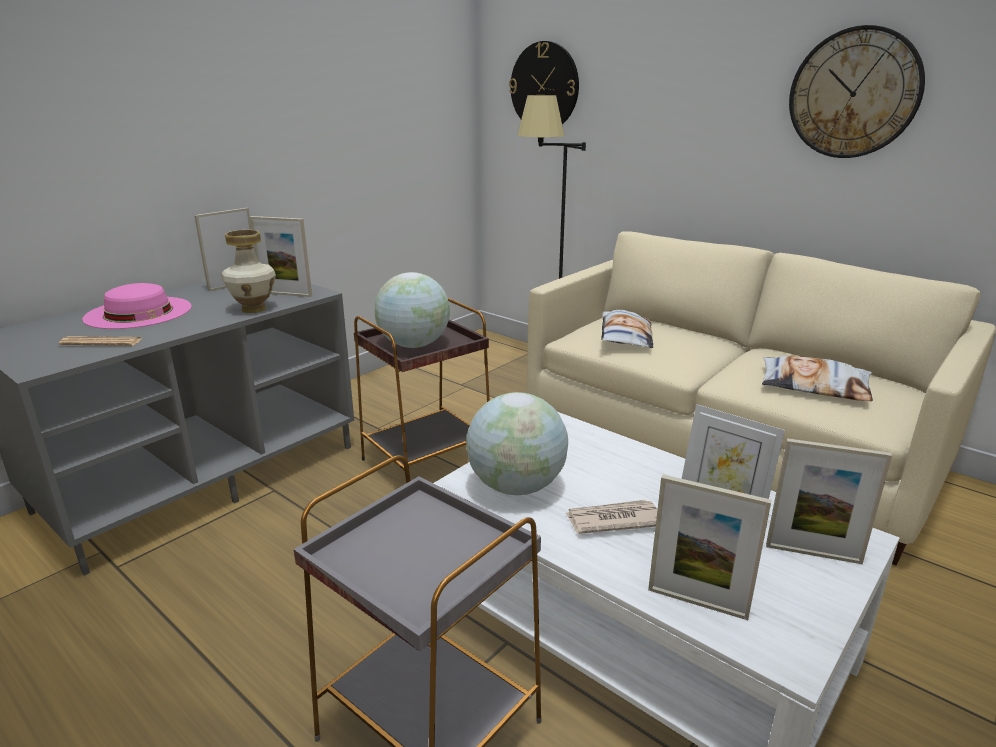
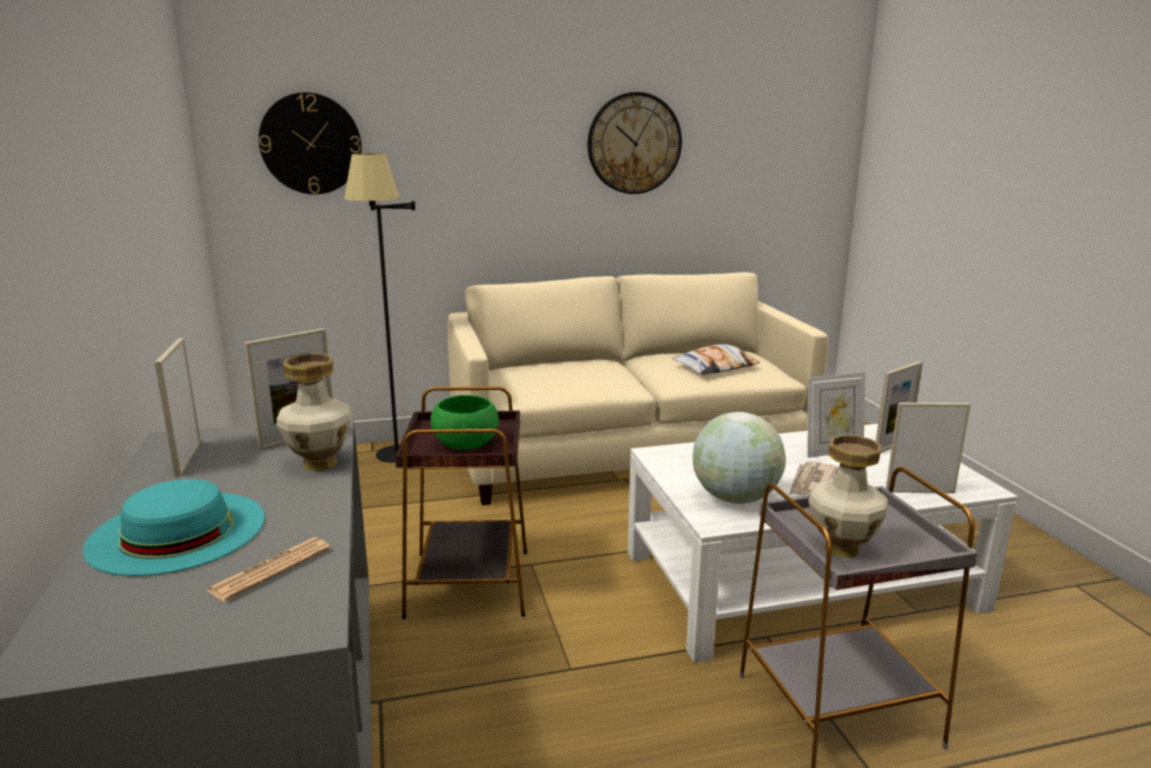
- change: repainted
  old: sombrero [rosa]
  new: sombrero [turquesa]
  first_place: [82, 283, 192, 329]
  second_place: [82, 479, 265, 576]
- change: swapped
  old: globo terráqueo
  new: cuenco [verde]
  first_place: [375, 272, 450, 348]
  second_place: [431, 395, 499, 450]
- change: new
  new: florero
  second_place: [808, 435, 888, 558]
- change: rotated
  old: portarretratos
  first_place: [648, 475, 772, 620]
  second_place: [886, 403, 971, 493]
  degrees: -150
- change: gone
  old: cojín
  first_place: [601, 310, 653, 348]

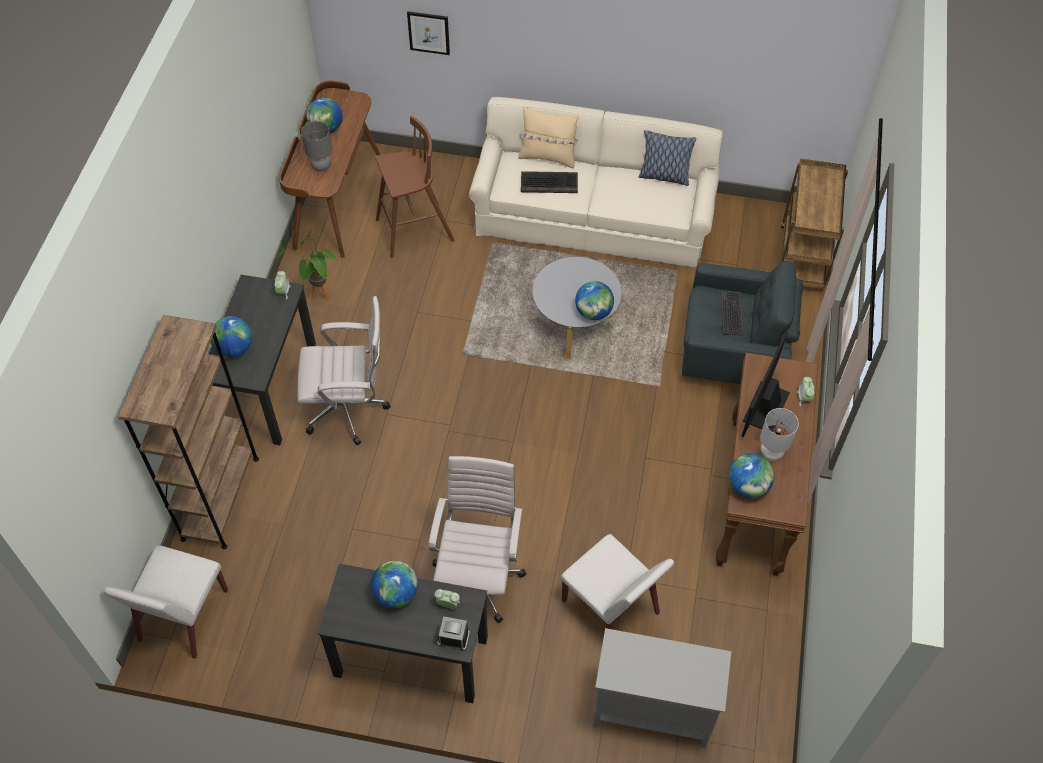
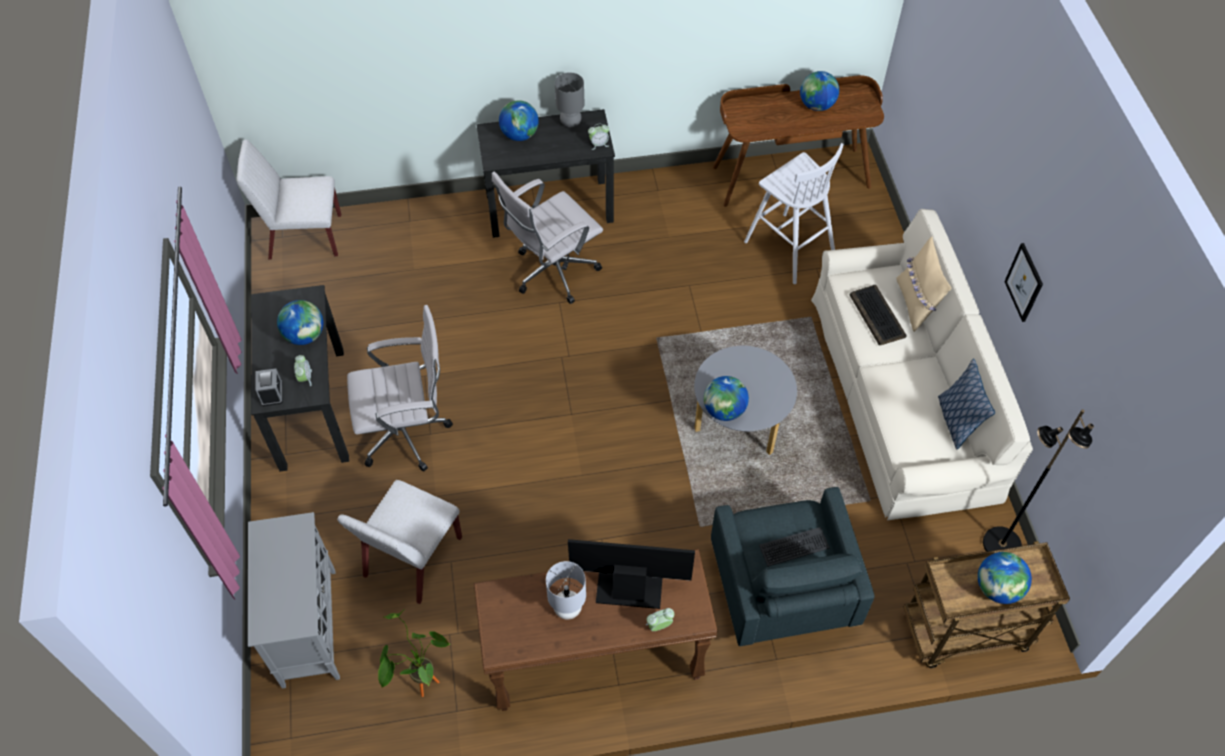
- change: shifted
  old: planta en maceta
  first_place: [276, 231, 338, 301]
  second_place: [378, 609, 451, 697]
- change: rotated
  old: silla de oficina [blanco]
  first_place: [297, 296, 391, 446]
  second_place: [492, 171, 603, 304]
  degrees: 75
- change: shifted
  old: lámpara de mesa [gris]
  first_place: [301, 121, 332, 171]
  second_place: [555, 72, 584, 127]
- change: repainted
  old: taburete [marrón]
  new: taburete [blanco]
  first_place: [375, 116, 454, 258]
  second_place: [744, 143, 844, 284]
- change: shifted
  old: globo terráqueo
  first_place: [729, 453, 774, 499]
  second_place: [978, 552, 1032, 604]
- change: new
  new: lámpara de pie [negro]
  second_place: [983, 410, 1094, 552]
- change: shifted
  old: cuadro
  first_place: [407, 11, 450, 55]
  second_place: [1004, 243, 1043, 322]
- change: gone
  old: estantería [marrón]
  first_place: [118, 315, 259, 549]

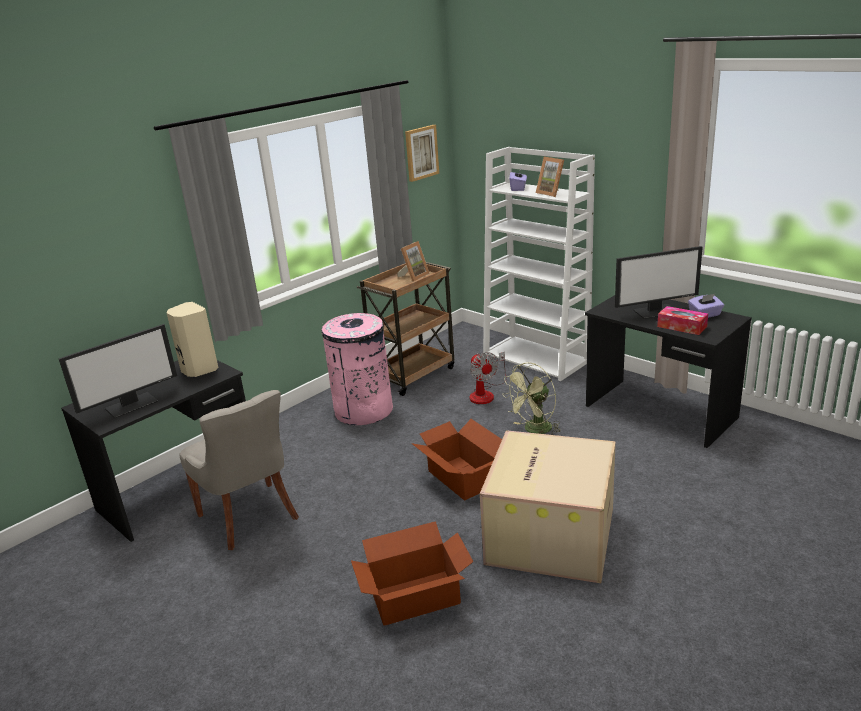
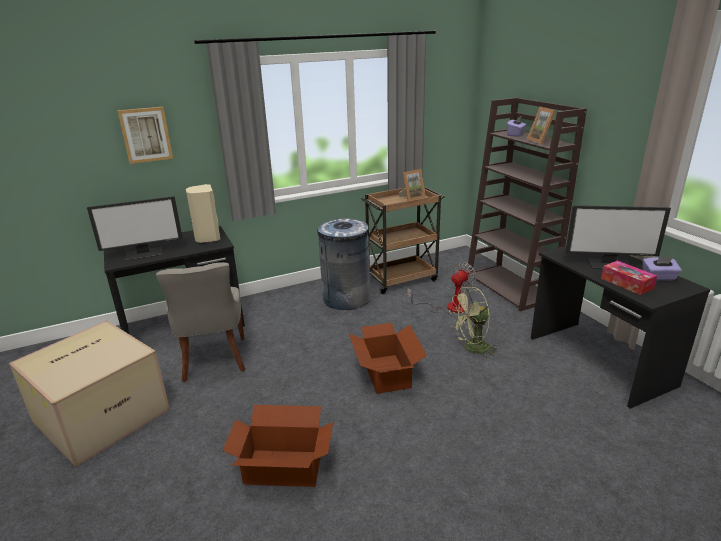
- change: shifted
  old: caja de cartón
  first_place: [480, 430, 616, 583]
  second_place: [9, 320, 170, 467]
- change: shifted
  old: cuadro
  first_place: [405, 125, 439, 182]
  second_place: [117, 107, 173, 164]
- change: repainted
  old: papelera [rosa]
  new: papelera [gris]
  first_place: [322, 313, 393, 425]
  second_place: [317, 219, 371, 310]
- change: rotated
  old: ventilador
  first_place: [470, 352, 507, 404]
  second_place: [407, 262, 476, 314]
  degrees: -135
- change: repainted
  old: estantería [blanco]
  new: estantería [marrón]
  first_place: [483, 147, 595, 381]
  second_place: [468, 98, 587, 311]

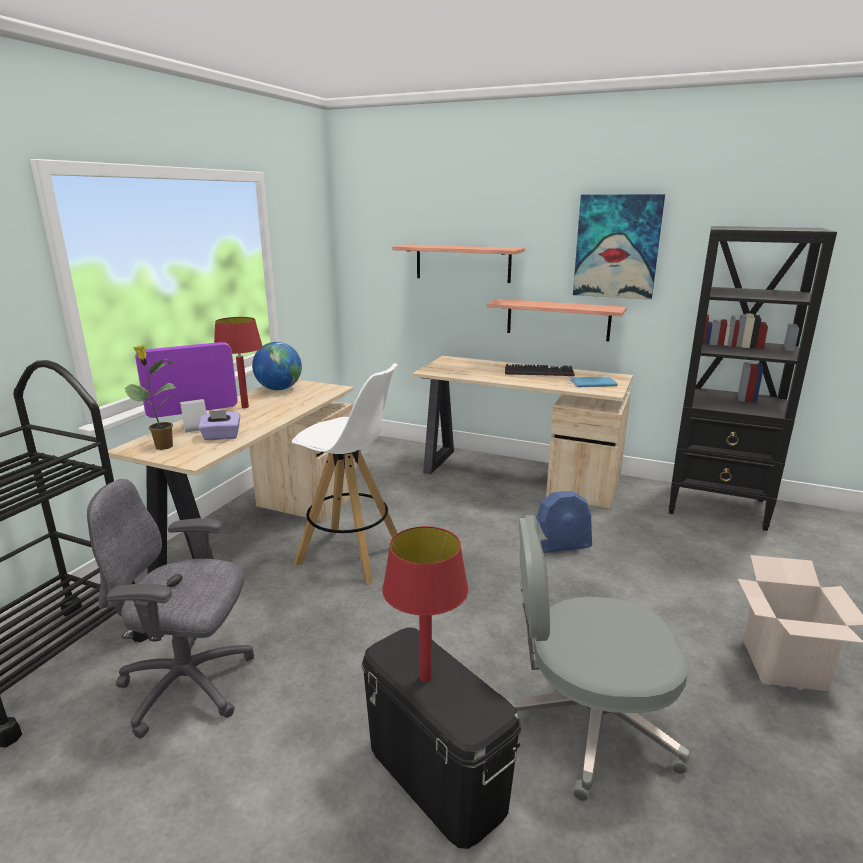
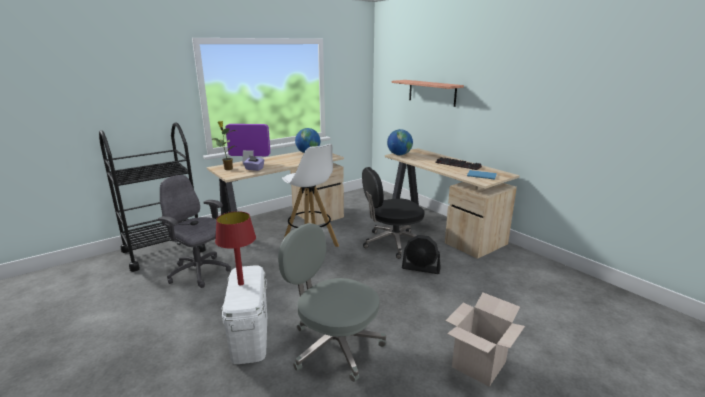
- change: repainted
  old: caja de almacenaje [negro]
  new: caja de almacenaje [blanco]
  first_place: [362, 627, 521, 849]
  second_place: [221, 265, 267, 364]
- change: new
  new: silla de oficina [negro]
  second_place: [362, 167, 425, 259]
- change: new
  new: globo terráqueo
  second_place: [387, 129, 413, 155]
- change: repainted
  old: ventilador [azul]
  new: ventilador [negro]
  first_place: [536, 491, 592, 553]
  second_place: [402, 235, 441, 274]
- change: gone
  old: lámpara de mesa [rojo]
  first_place: [214, 317, 263, 408]
- change: gone
  old: estante
  first_place: [487, 299, 627, 341]
- change: gone
  old: cuadro
  first_place: [573, 194, 665, 300]
- change: gone
  old: estantería [negro]
  first_place: [668, 226, 837, 531]

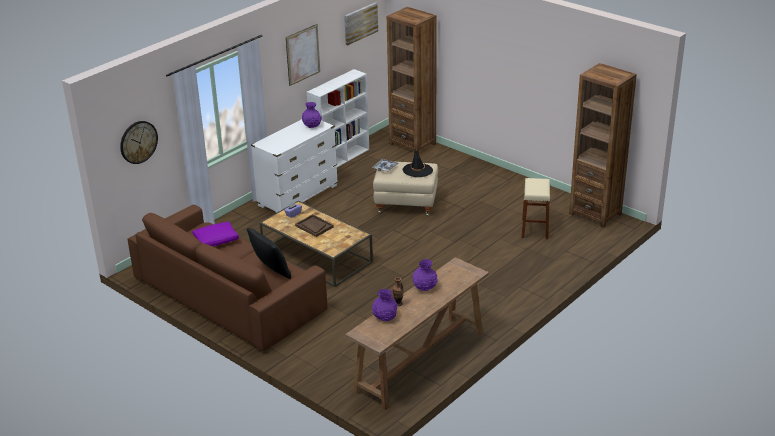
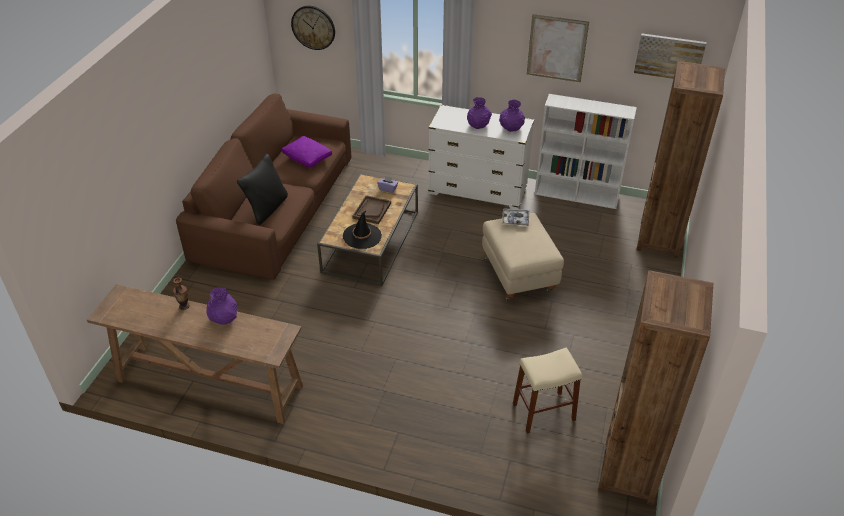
- change: shifted
  old: sombrero [negro]
  first_place: [403, 148, 433, 177]
  second_place: [343, 211, 382, 249]
- change: shifted
  old: florero [morado]
  first_place: [372, 289, 398, 321]
  second_place: [467, 97, 492, 129]

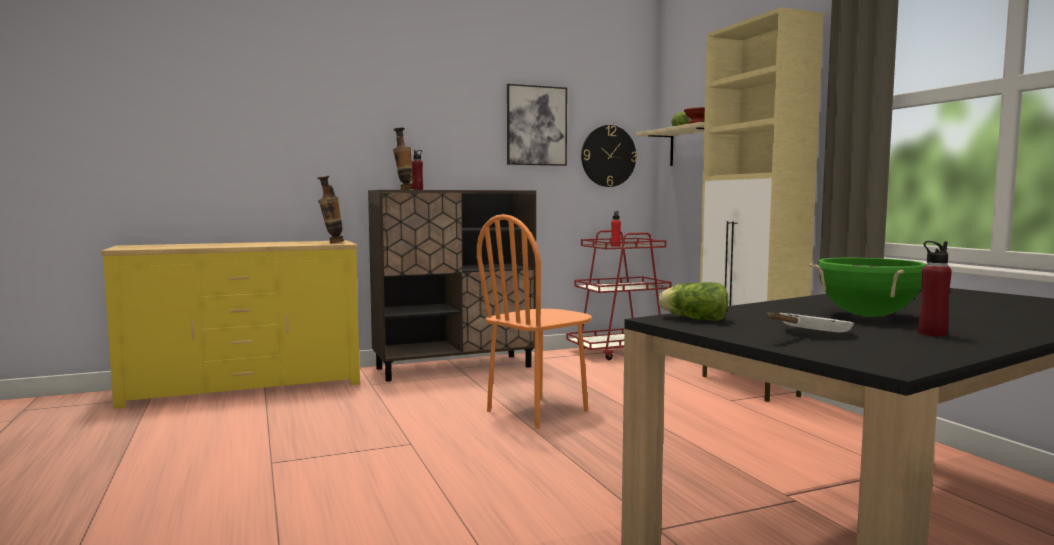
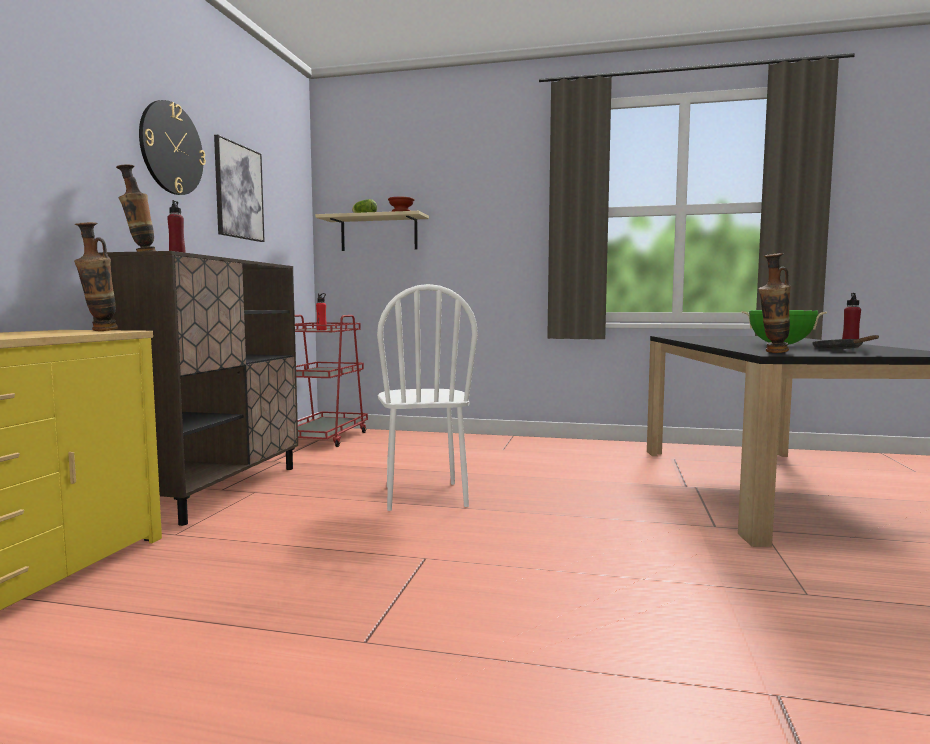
- change: shifted
  old: reloj de pared
  first_place: [581, 125, 637, 187]
  second_place: [139, 100, 206, 195]
- change: repainted
  old: silla [naranja]
  new: silla [blanco]
  first_place: [477, 214, 592, 429]
  second_place: [377, 284, 478, 511]
- change: swapped
  old: lechuga
  new: florero
  first_place: [659, 282, 728, 321]
  second_place: [759, 253, 791, 353]
- change: repainted
  old: sartén [blanco]
  new: sartén [negro]
  first_place: [767, 312, 854, 332]
  second_place: [812, 335, 879, 350]
- change: gone
  old: armario [beis]
  first_place: [700, 7, 823, 402]

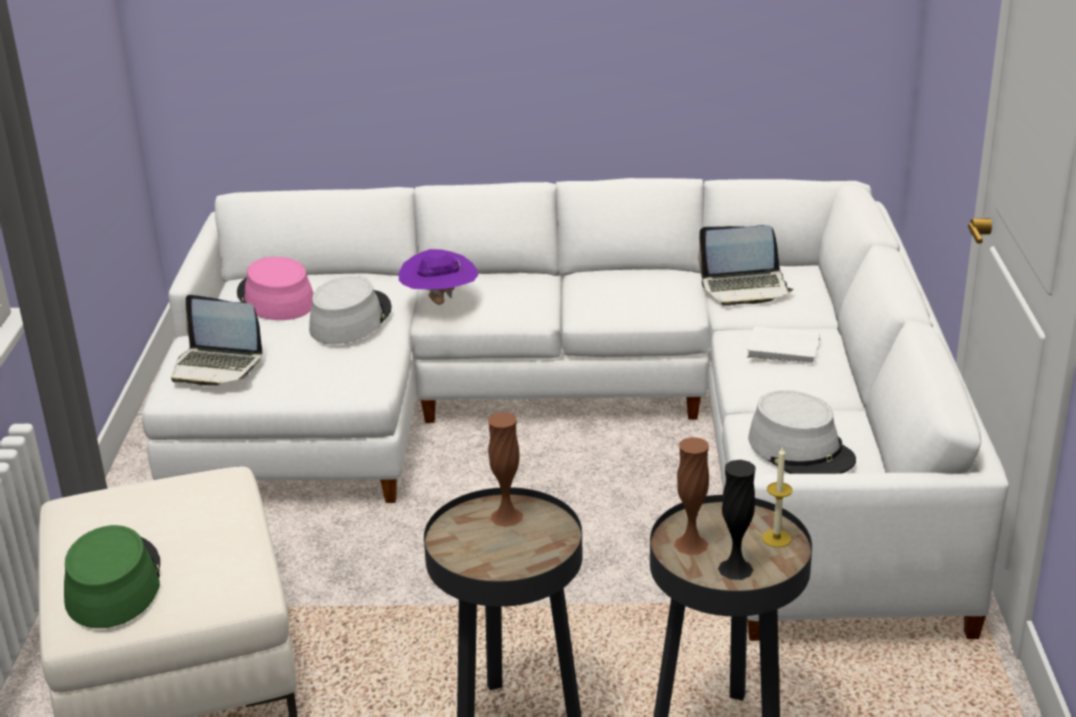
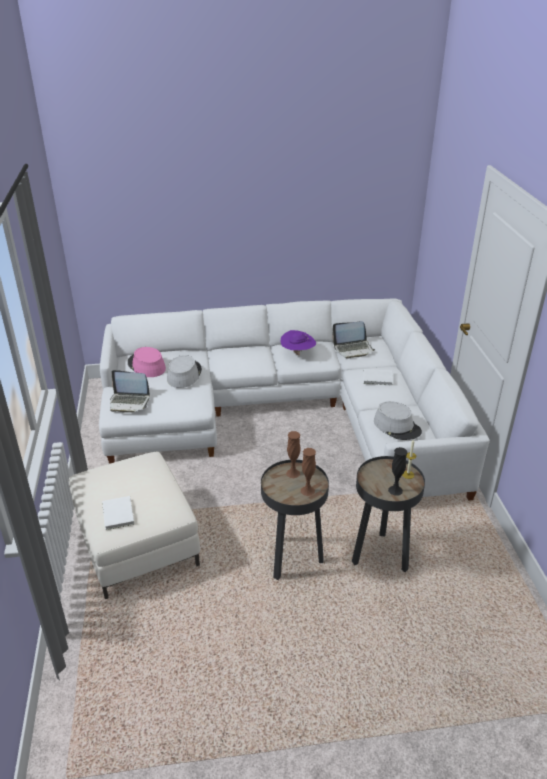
- change: swapped
  old: sombrero [verde]
  new: libro [blanco]
  first_place: [64, 525, 160, 628]
  second_place: [102, 496, 134, 530]
- change: shifted
  old: sombrero [morado]
  first_place: [399, 249, 478, 305]
  second_place: [281, 330, 316, 355]
- change: shifted
  old: florero [marrón]
  first_place: [674, 437, 709, 555]
  second_place: [301, 448, 316, 496]

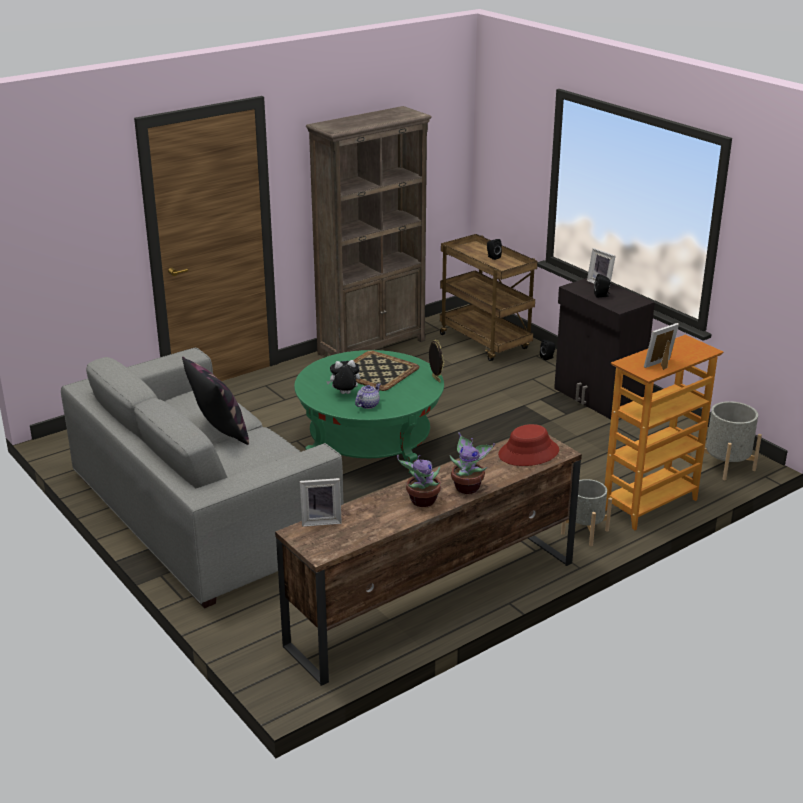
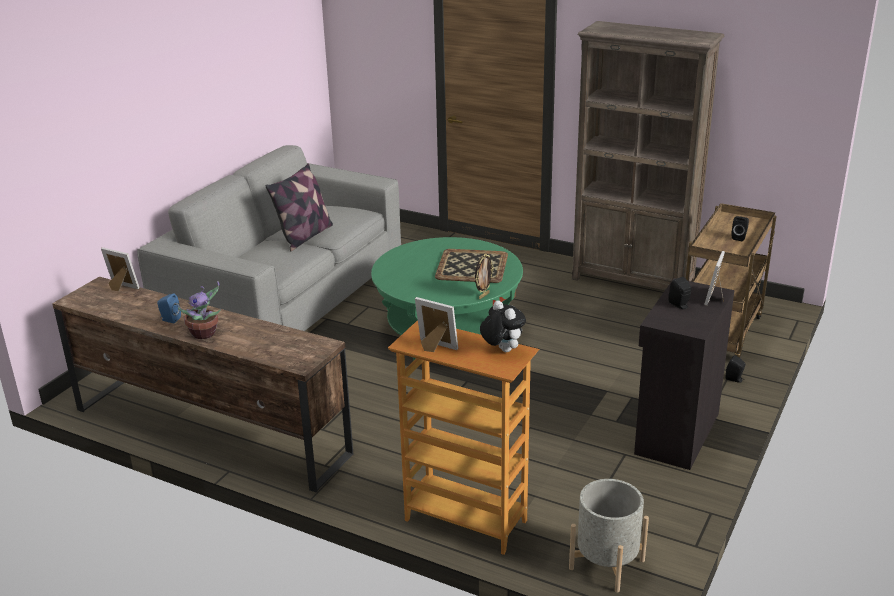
- change: rotated
  old: portarretratos
  first_place: [300, 478, 342, 527]
  second_place: [101, 247, 140, 291]
  degrees: 150
- change: swapped
  old: planta en maceta
  new: altavoz [azul]
  first_place: [397, 455, 441, 507]
  second_place: [157, 294, 181, 323]
- change: shifted
  old: peluche
  first_place: [326, 360, 360, 394]
  second_place: [480, 300, 526, 352]
- change: gone
  old: tetera
  first_place: [355, 383, 381, 409]
- change: gone
  old: sombrero [rojo]
  first_place: [498, 424, 559, 466]
- change: gone
  old: maceta [gris]
  first_place: [561, 479, 612, 546]

